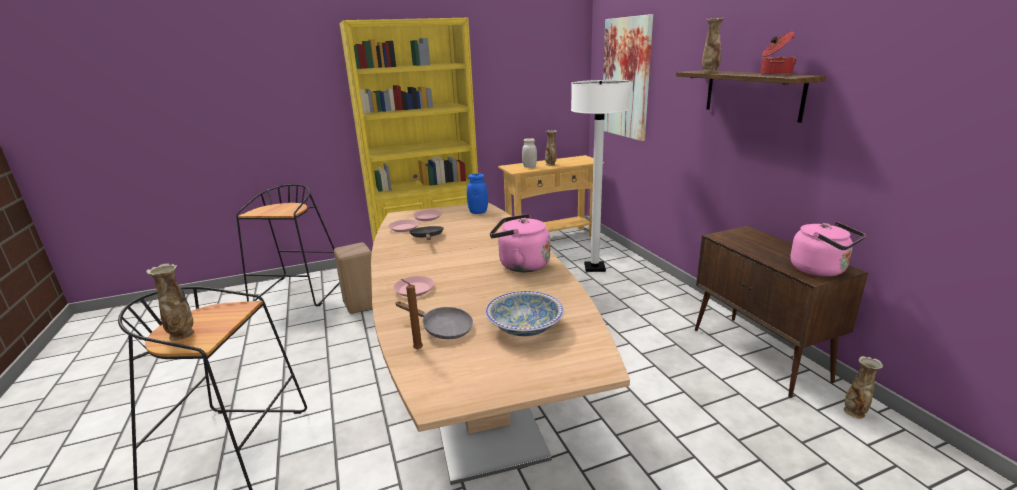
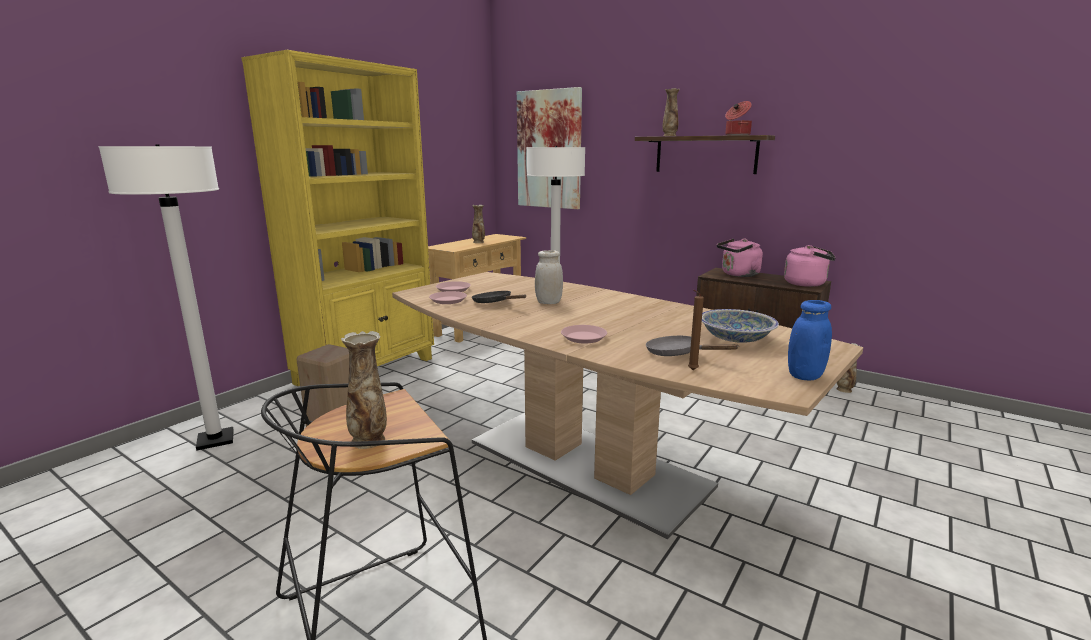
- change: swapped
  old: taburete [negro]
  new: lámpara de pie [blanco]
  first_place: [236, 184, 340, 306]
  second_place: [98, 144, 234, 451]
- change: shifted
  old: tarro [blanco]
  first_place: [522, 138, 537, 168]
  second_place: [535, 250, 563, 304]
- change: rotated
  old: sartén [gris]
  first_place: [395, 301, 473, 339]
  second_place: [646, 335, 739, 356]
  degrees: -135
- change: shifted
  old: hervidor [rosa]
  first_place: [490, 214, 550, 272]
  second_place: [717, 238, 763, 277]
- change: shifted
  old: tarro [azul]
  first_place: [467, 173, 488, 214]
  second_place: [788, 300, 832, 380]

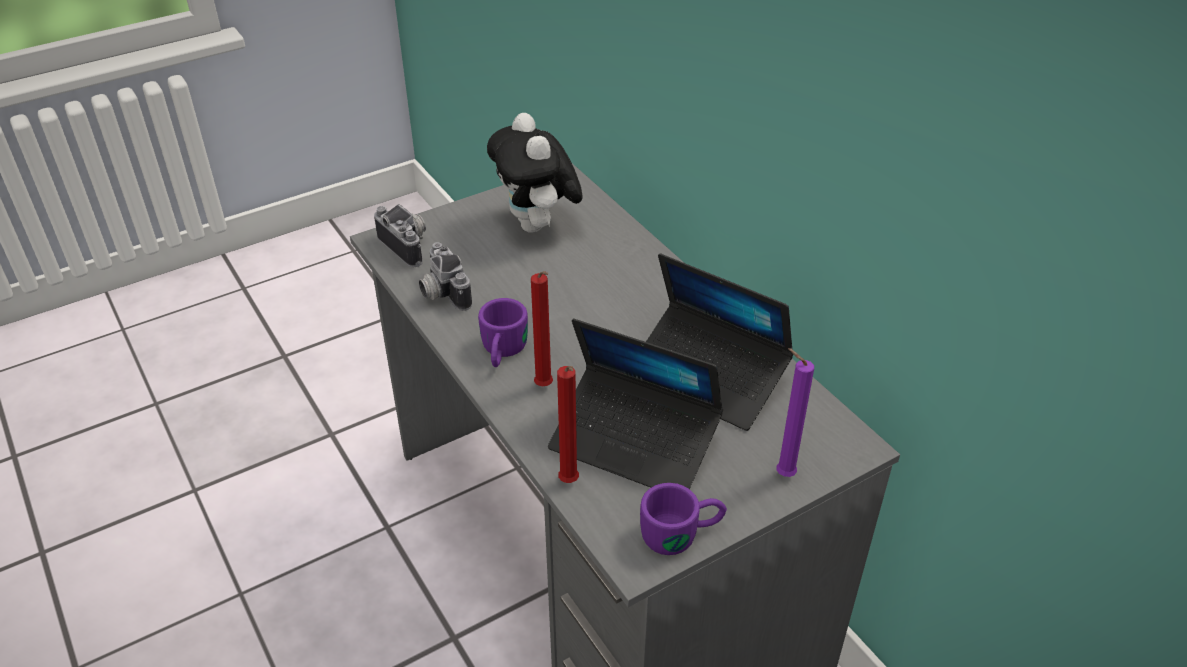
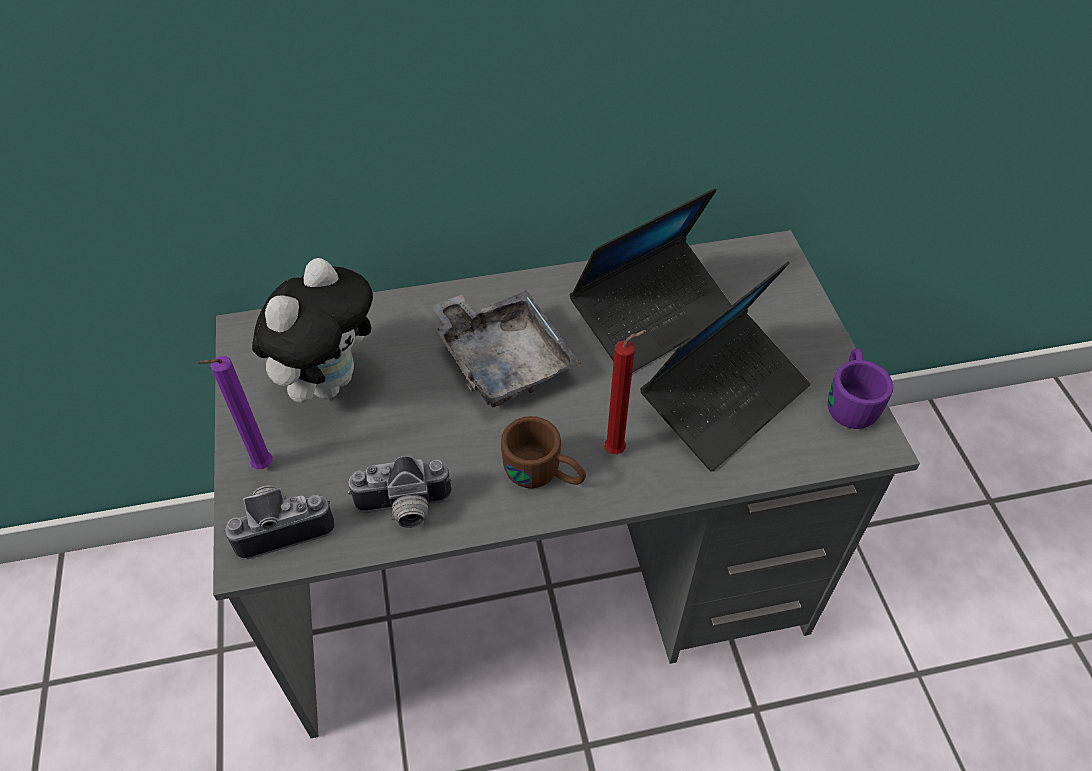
- change: shifted
  old: vela [morado]
  first_place: [776, 348, 814, 477]
  second_place: [198, 356, 273, 469]
- change: rotated
  old: peluche
  first_place: [487, 113, 583, 233]
  second_place: [252, 258, 373, 403]
  degrees: -60
- change: new
  new: bandeja [gris]
  second_place: [432, 290, 581, 407]
- change: repainted
  old: taza grande [morado]
  new: taza grande [marrón]
  first_place: [478, 298, 528, 367]
  second_place: [501, 416, 586, 488]
- change: gone
  old: vela [rojo]
  first_place: [557, 366, 579, 483]

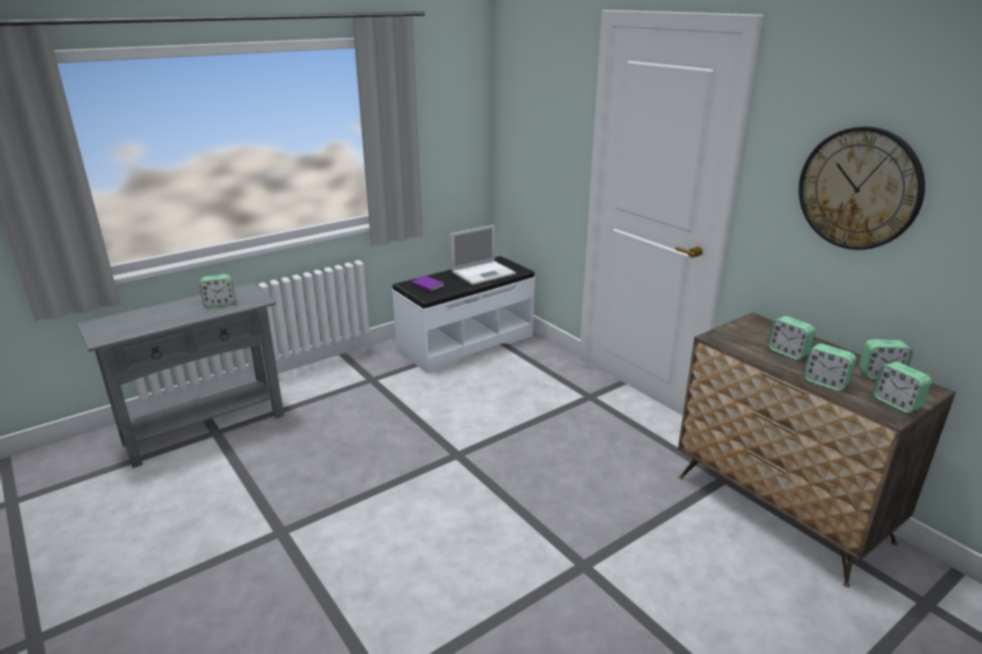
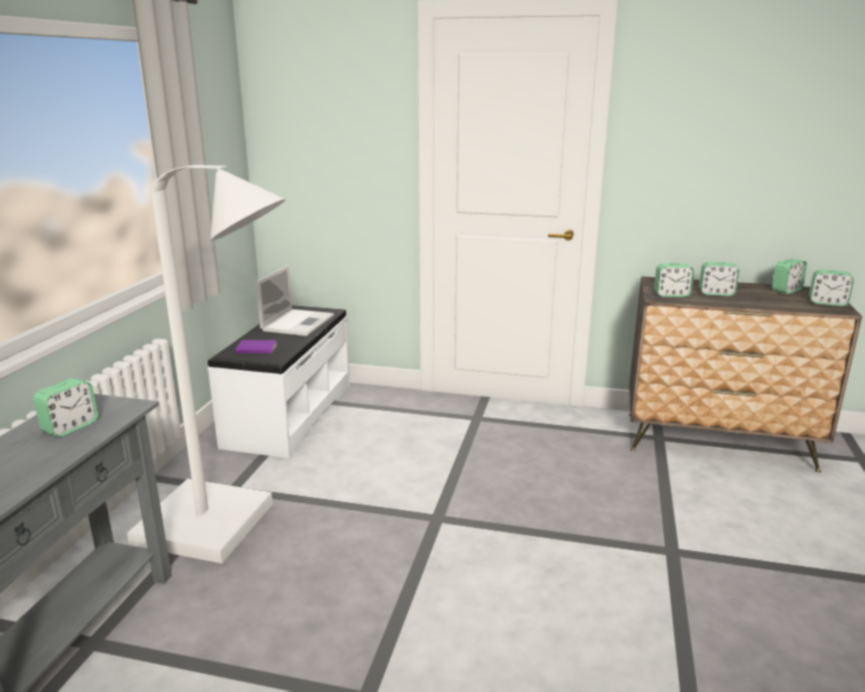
- change: new
  new: lámpara de pie [blanco]
  second_place: [127, 165, 286, 563]
- change: shifted
  old: despertador
  first_place: [803, 343, 856, 391]
  second_place: [654, 264, 694, 297]
- change: gone
  old: reloj de pared
  first_place: [799, 126, 925, 250]

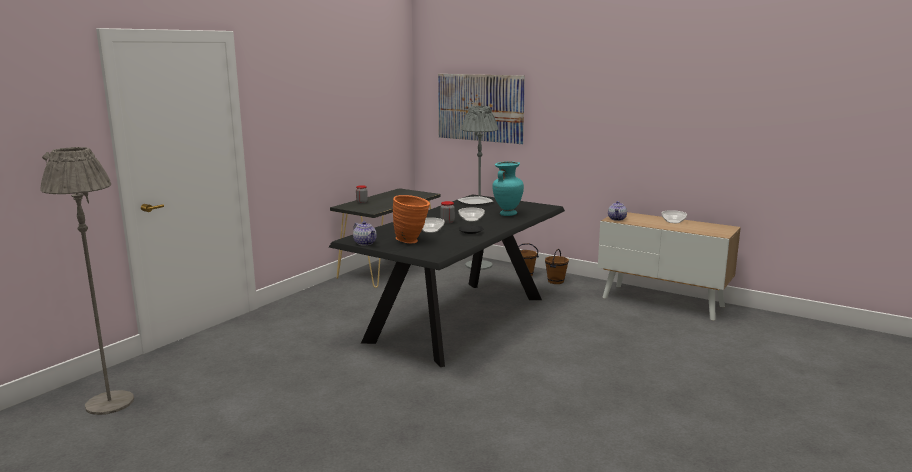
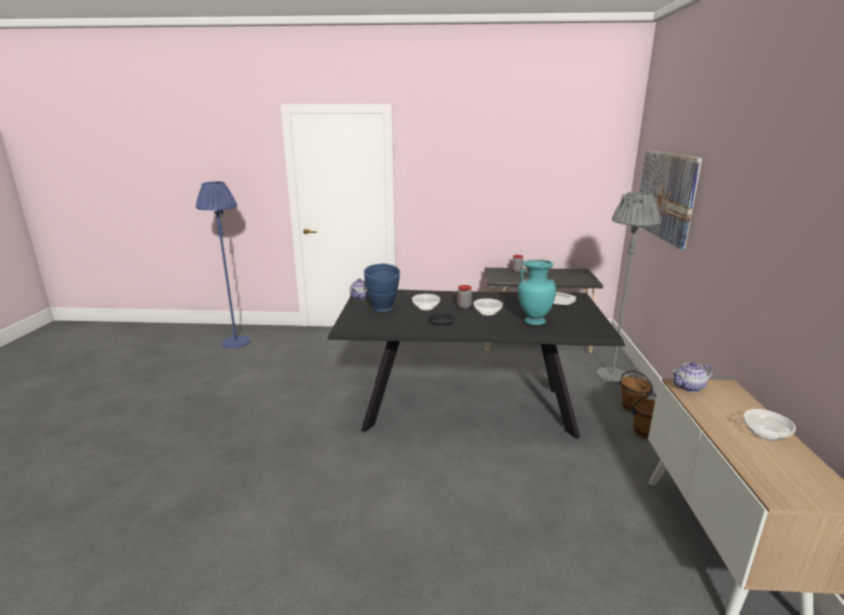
- change: repainted
  old: lámpara de pie [gris]
  new: lámpara de pie [azul]
  first_place: [40, 147, 134, 415]
  second_place: [196, 181, 251, 348]
- change: repainted
  old: florero [naranja]
  new: florero [azul]
  first_place: [393, 195, 430, 243]
  second_place: [364, 264, 400, 312]

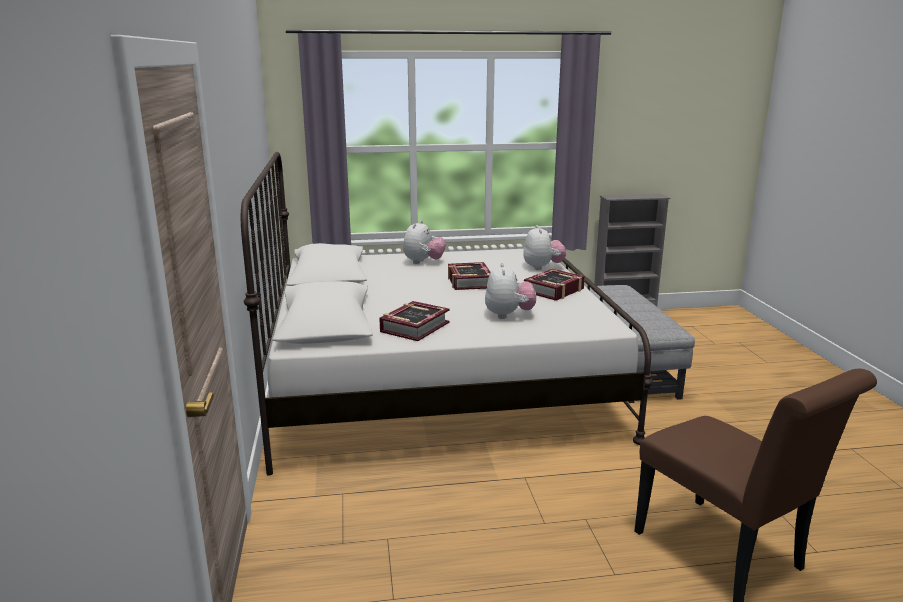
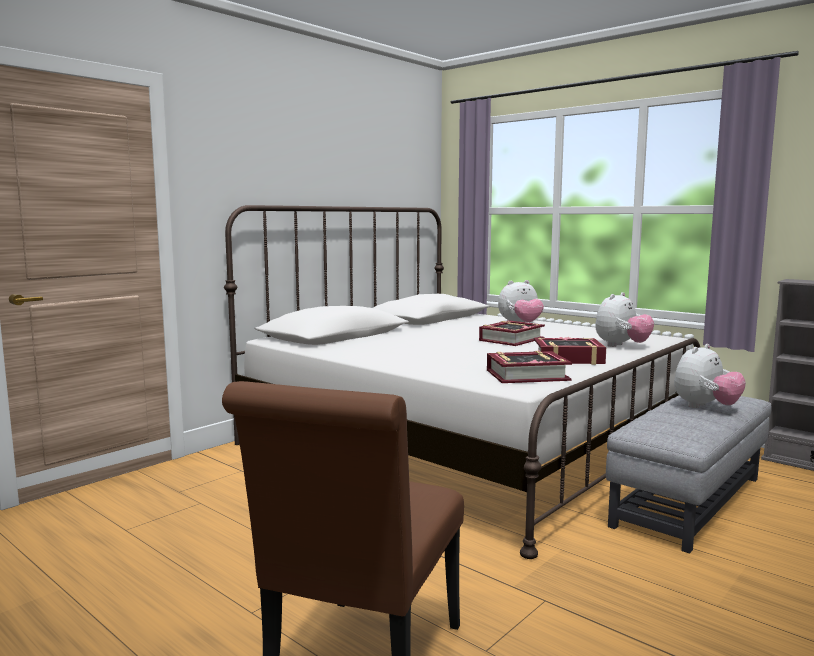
- change: shifted
  old: libro
  first_place: [379, 301, 450, 341]
  second_place: [487, 351, 572, 383]
- change: shifted
  old: peluche
  first_place: [485, 263, 536, 319]
  second_place: [674, 344, 746, 408]

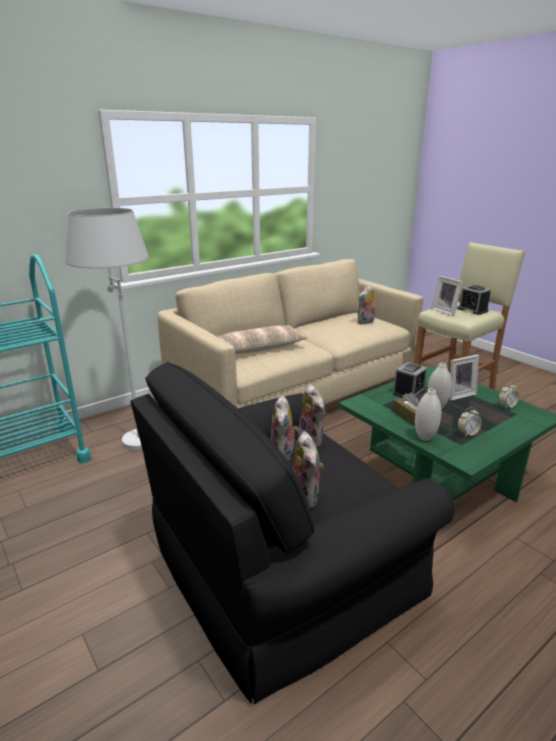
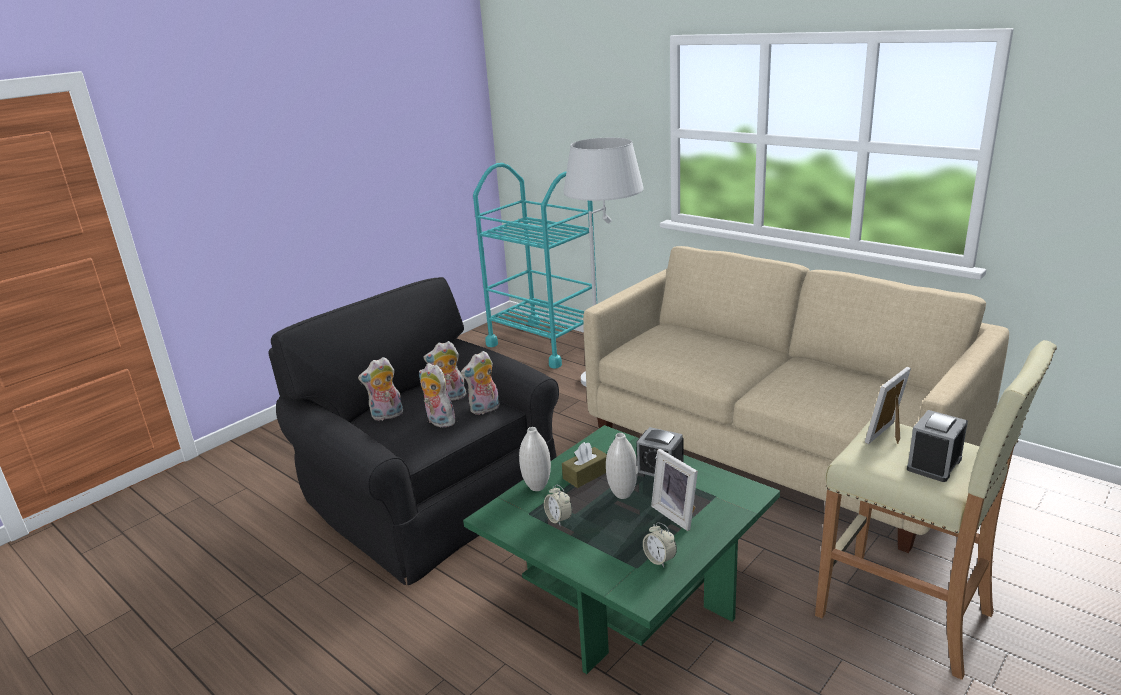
- change: shifted
  old: peluche
  first_place: [357, 285, 375, 325]
  second_place: [419, 363, 455, 427]
- change: gone
  old: cojín
  first_place: [217, 325, 308, 354]

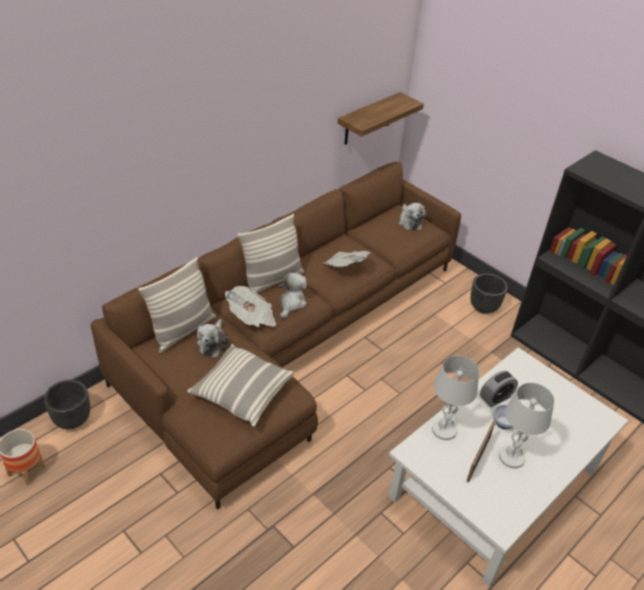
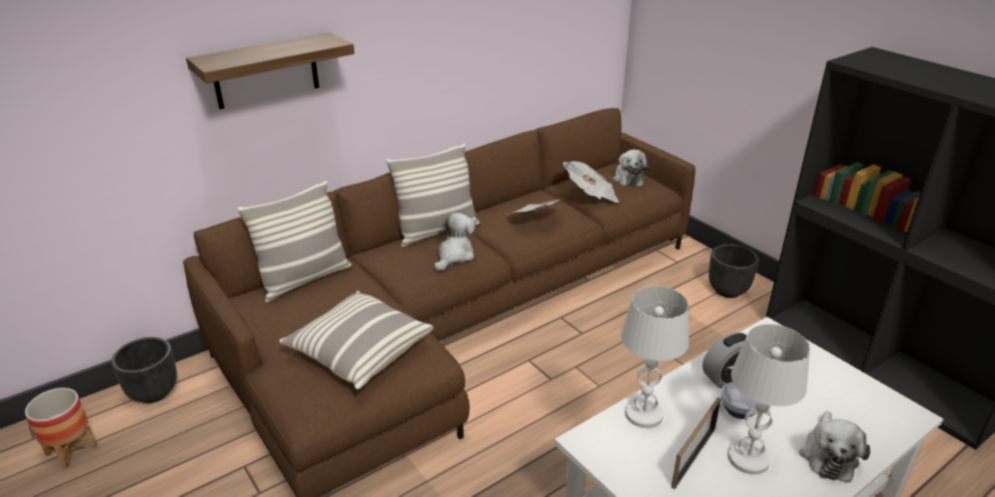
- change: shifted
  old: estante
  first_place: [338, 92, 424, 145]
  second_place: [186, 32, 355, 109]
- change: shifted
  old: periódico
  first_place: [225, 286, 276, 327]
  second_place: [563, 161, 619, 203]
- change: shifted
  old: peluche
  first_place: [197, 319, 228, 357]
  second_place: [799, 411, 870, 483]

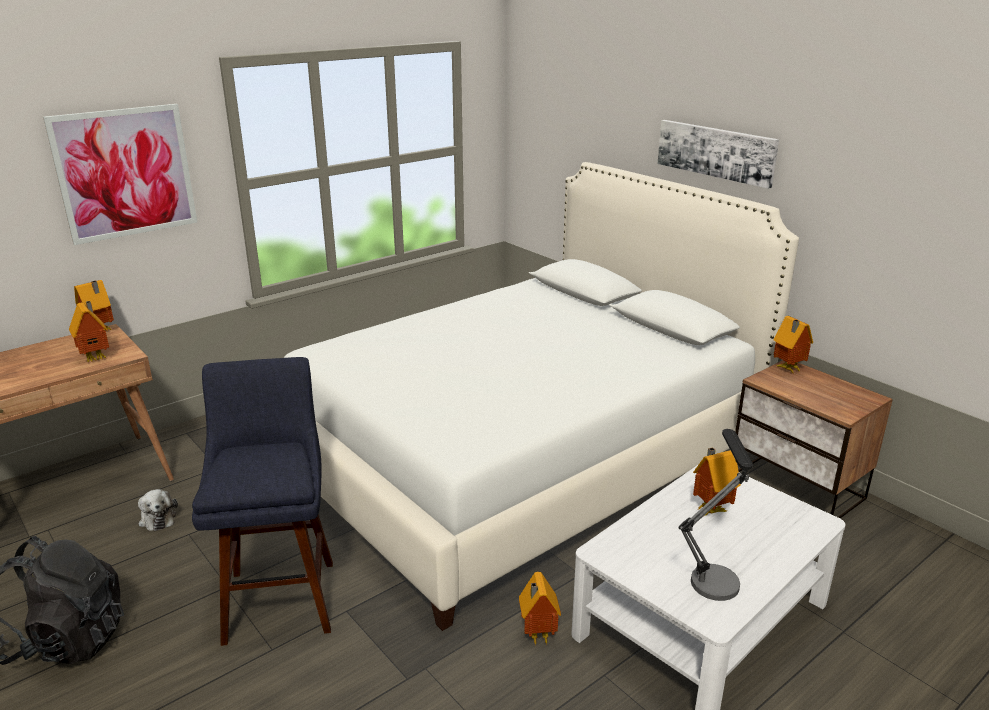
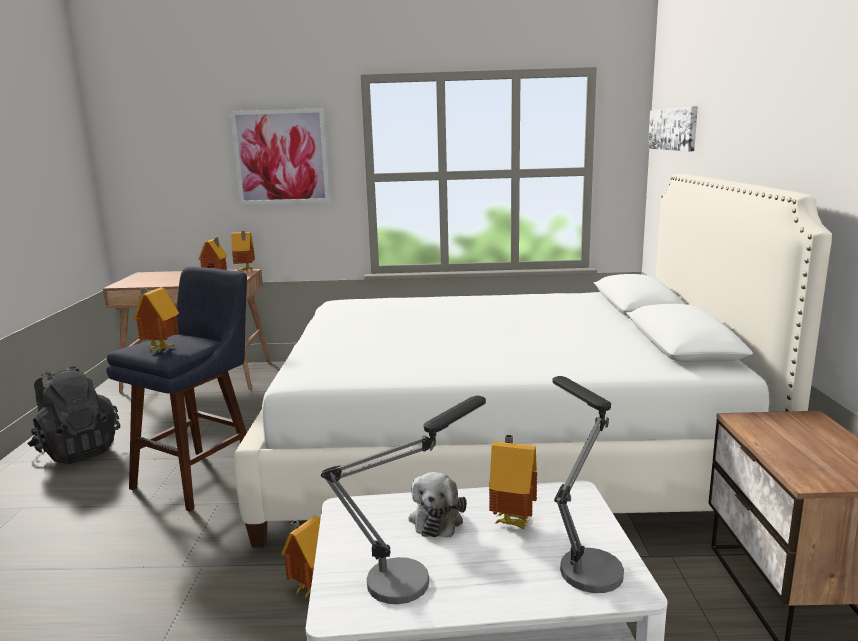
- change: shifted
  old: casita
  first_place: [774, 316, 813, 374]
  second_place: [133, 287, 179, 354]
- change: shifted
  old: peluche
  first_place: [138, 489, 178, 531]
  second_place: [409, 472, 467, 537]
- change: new
  new: lámpara de mesa
  second_place: [552, 376, 624, 593]
- change: shifted
  old: cuadro
  first_place: [657, 120, 779, 189]
  second_place: [648, 106, 698, 151]

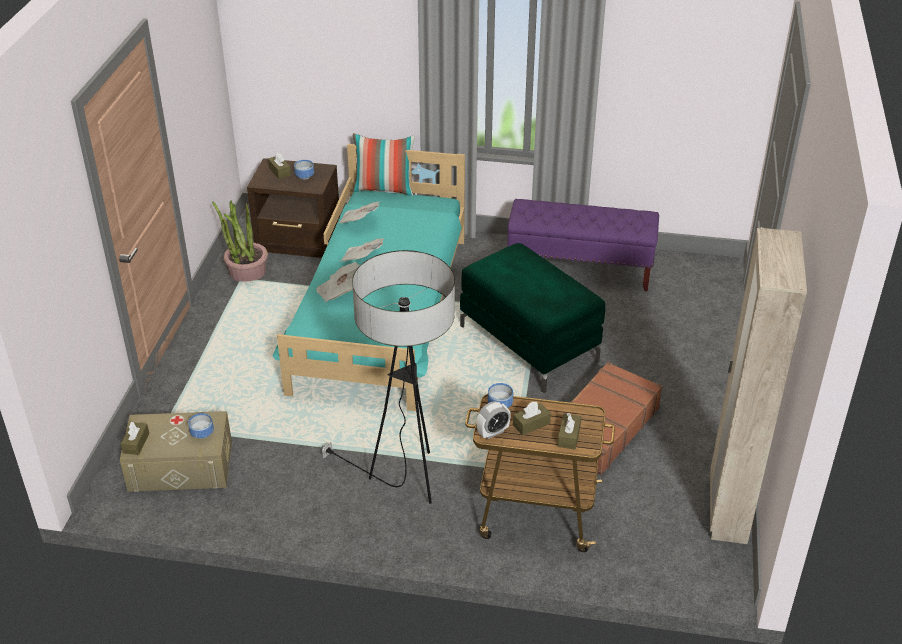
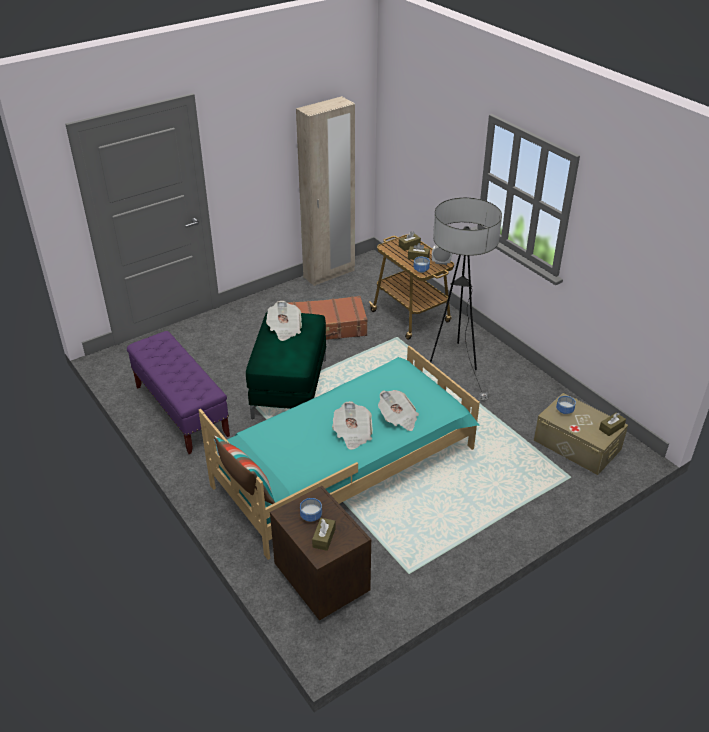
- change: shifted
  old: periódico
  first_place: [337, 201, 381, 224]
  second_place: [266, 301, 302, 341]
- change: gone
  old: planta en maceta
  first_place: [212, 201, 268, 282]

